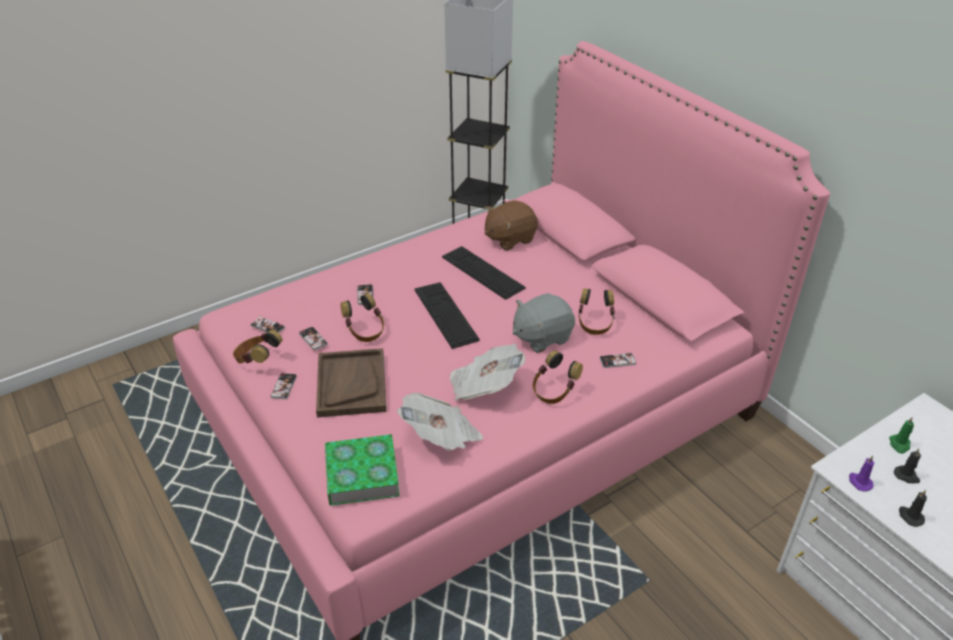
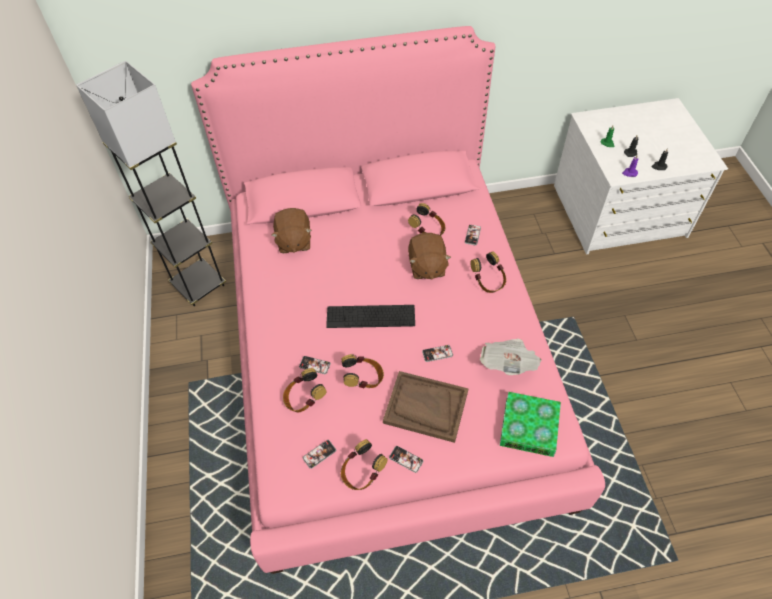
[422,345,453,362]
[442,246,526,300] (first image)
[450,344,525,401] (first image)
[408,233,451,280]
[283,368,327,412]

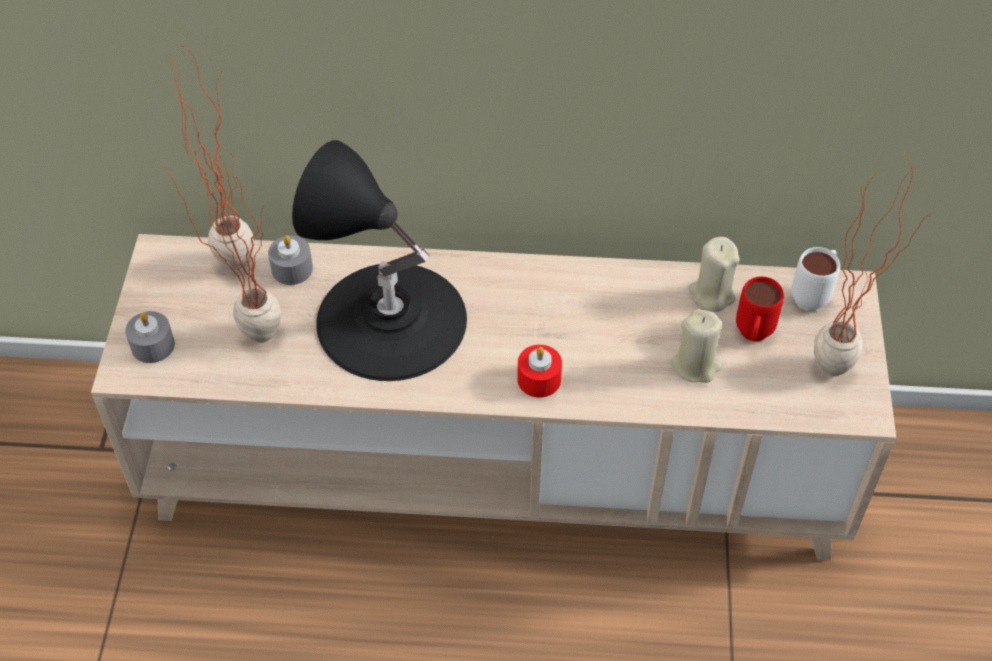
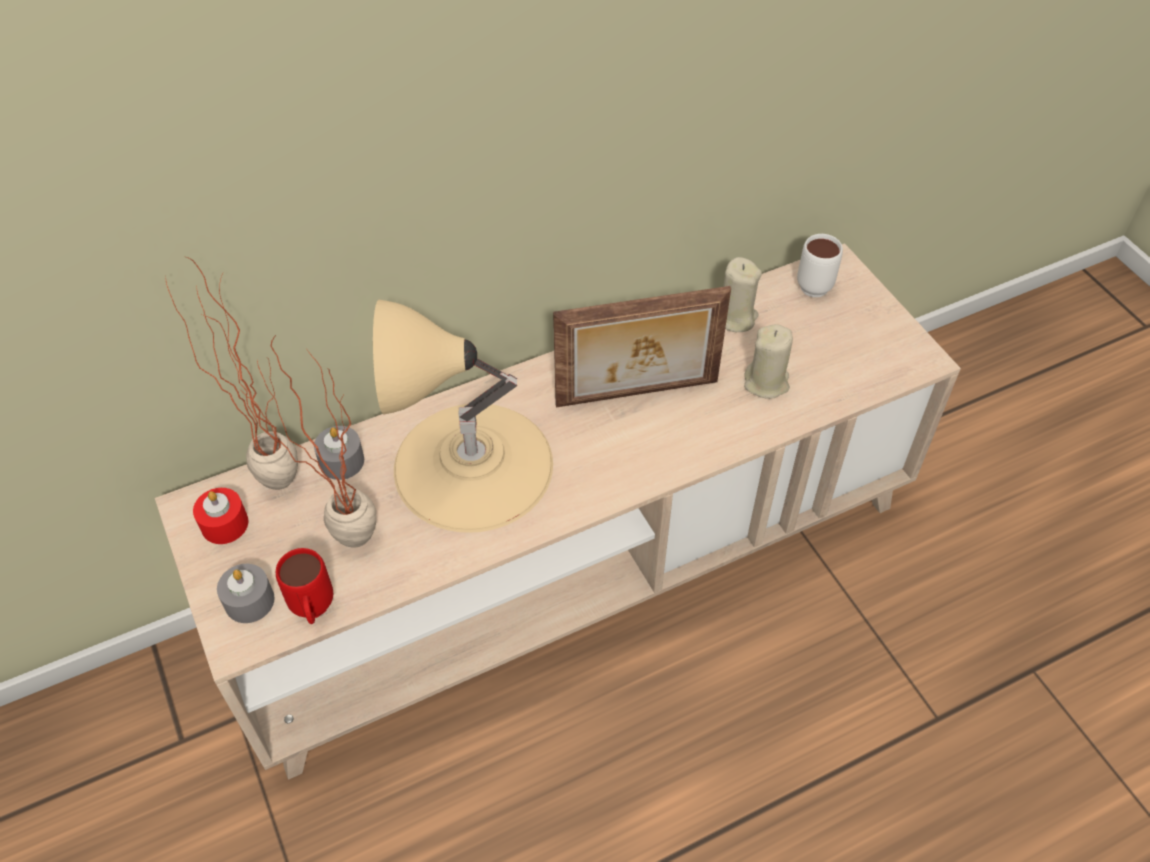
[373,300,553,533]
[193,488,249,544]
[276,548,333,624]
[814,154,936,376] (first image)
[553,286,731,407]

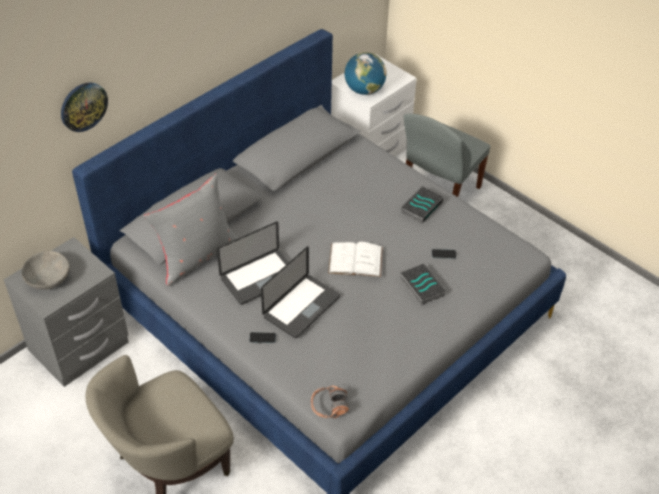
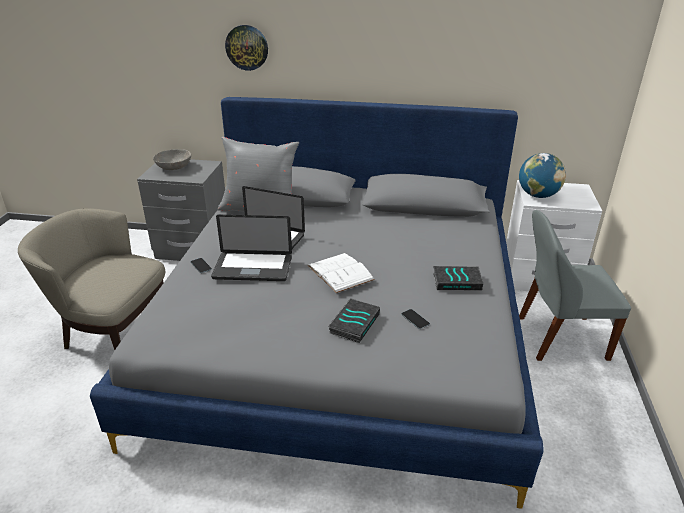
[311,386,349,418] (first image)

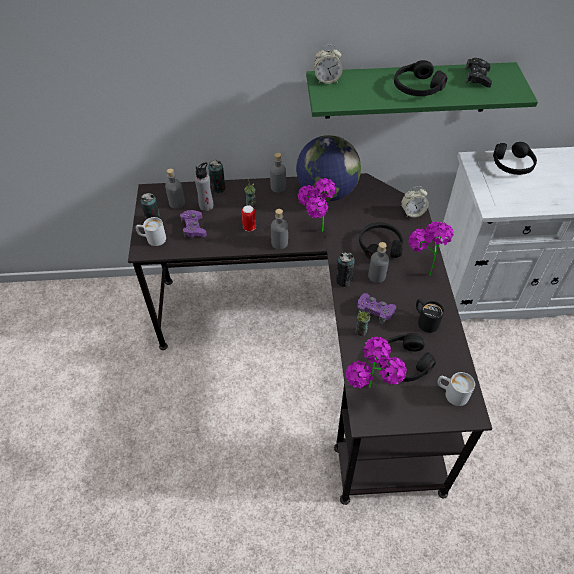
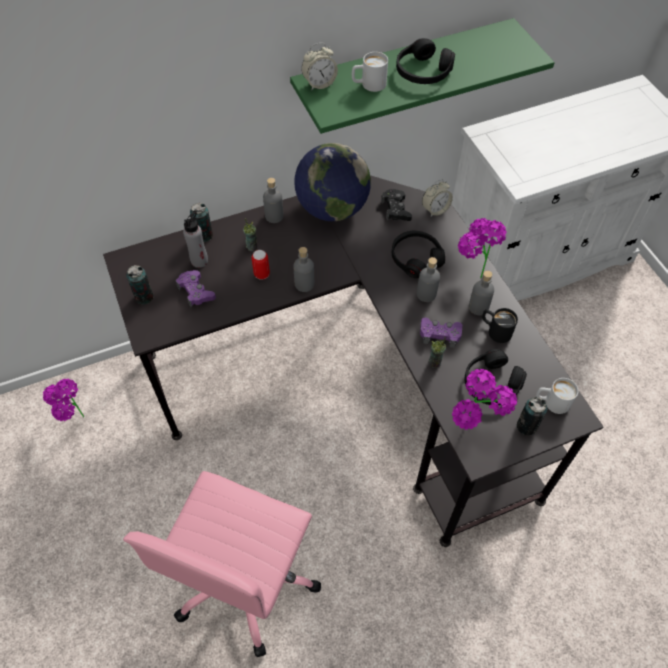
[352,52,388,92]
[469,270,494,316]
[43,379,84,421]
[517,397,548,436]
[381,189,412,221]
[493,142,537,175] (first image)
[123,471,321,657]

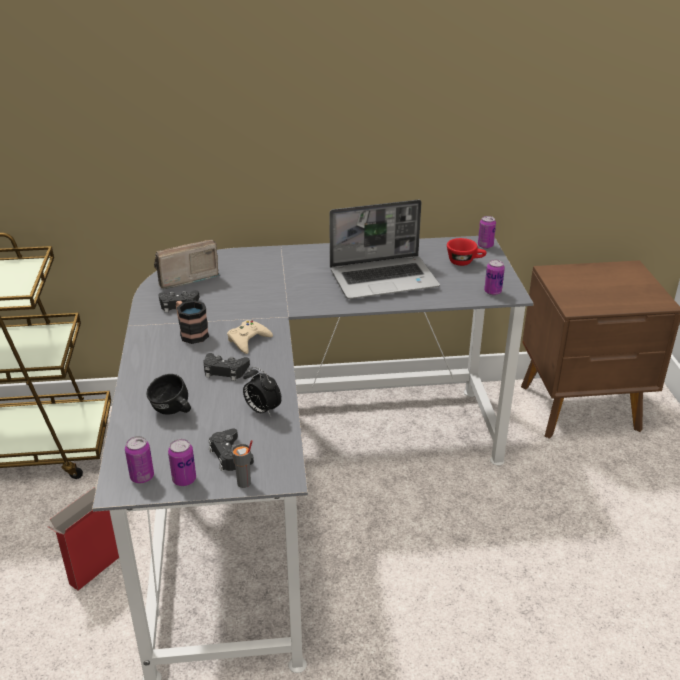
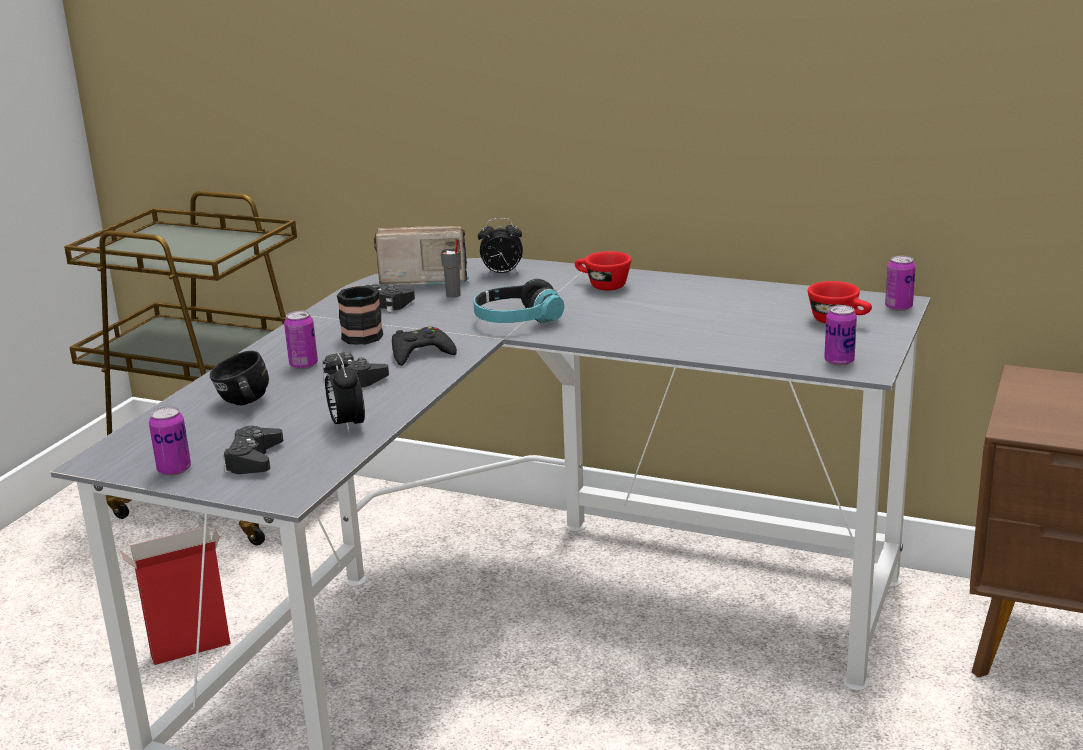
[284,311,318,369]
[392,327,457,366]
[440,239,461,298]
[329,200,440,299] (first image)
[473,279,565,323]
[478,218,523,276]
[575,251,631,290]

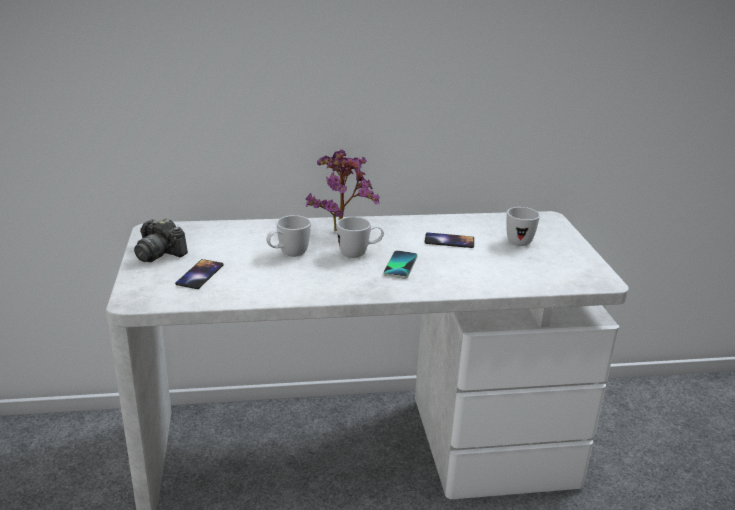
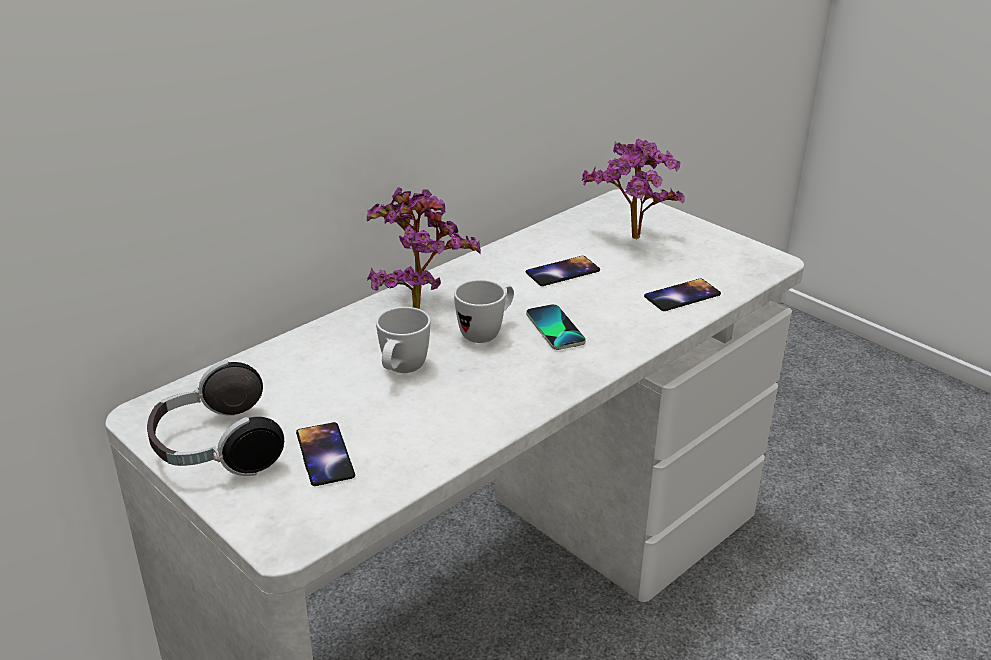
[147,360,284,476]
[582,139,685,239]
[644,278,721,311]

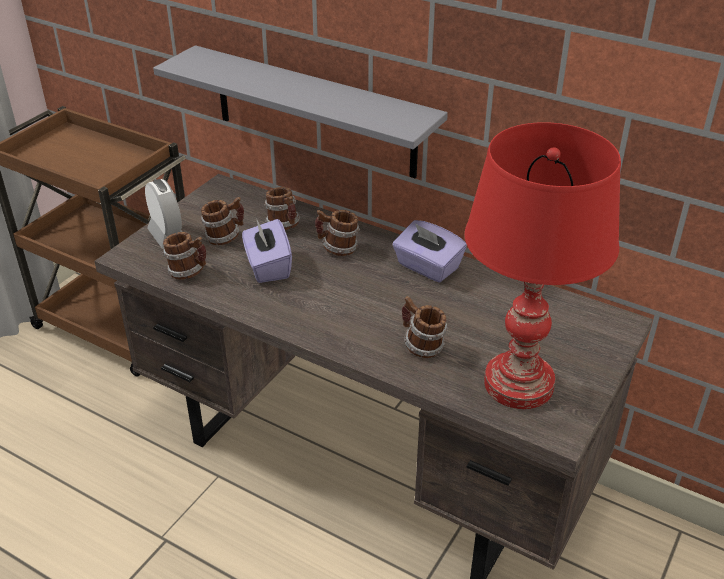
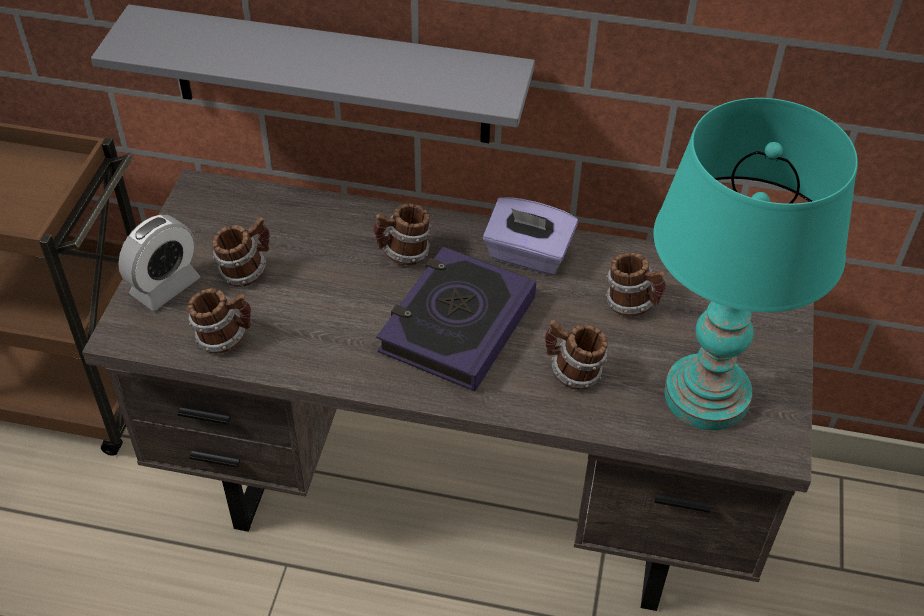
[118,215,200,311]
[242,218,292,283] (first image)
[605,253,666,317]
[654,98,858,430]
[377,247,536,391]

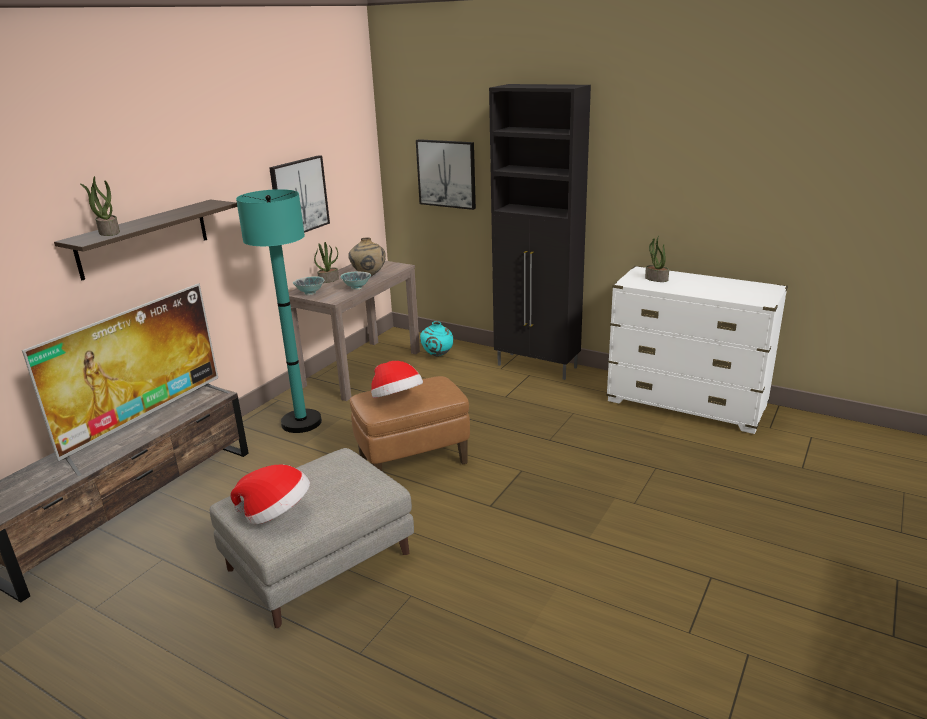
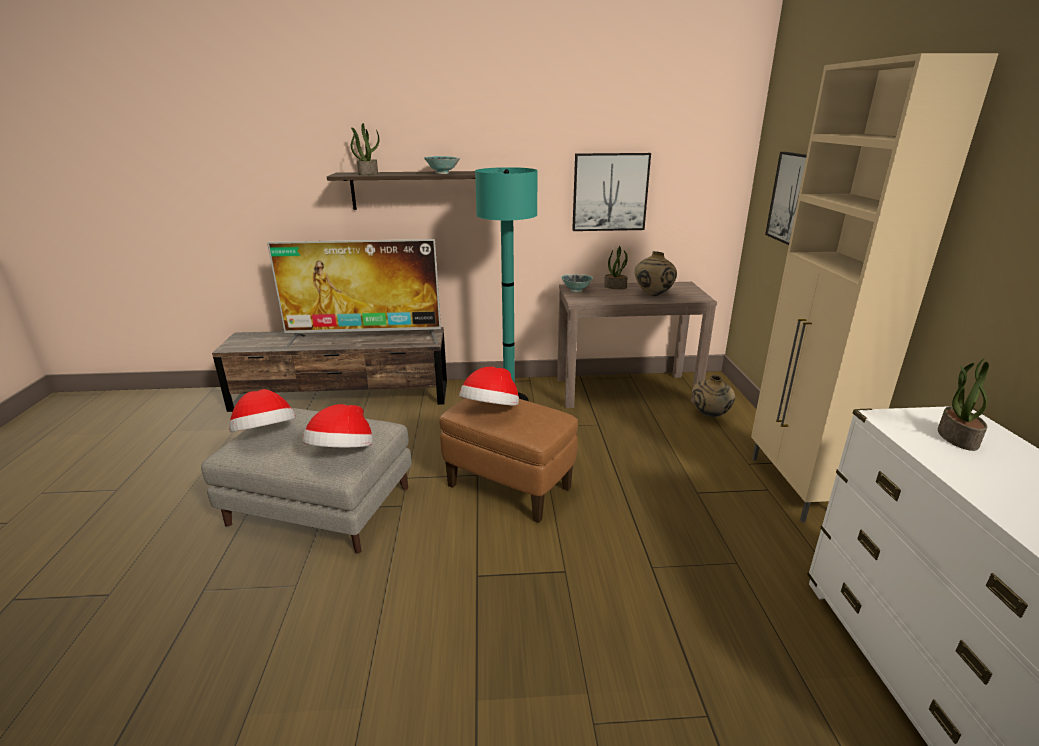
[424,156,460,174]
[692,375,735,417]
[751,53,999,522]
[302,404,373,447]

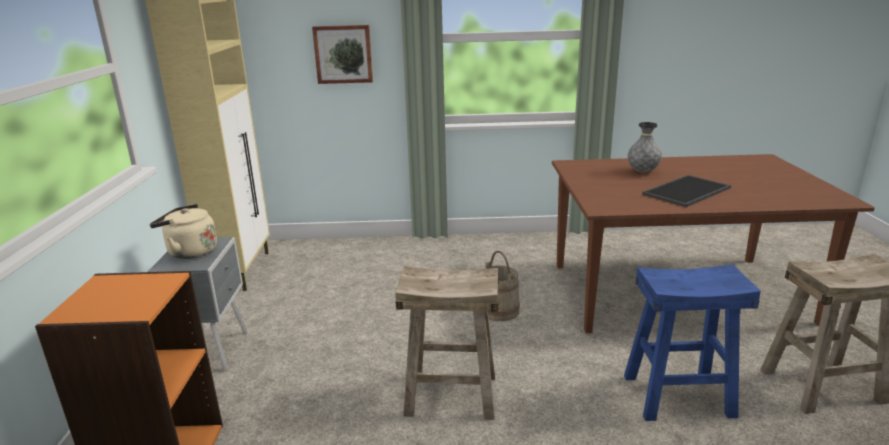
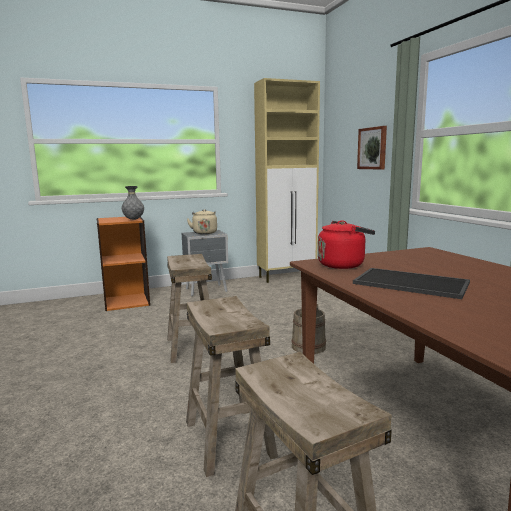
[186,296,278,477]
[122,186,144,220]
[318,220,375,269]

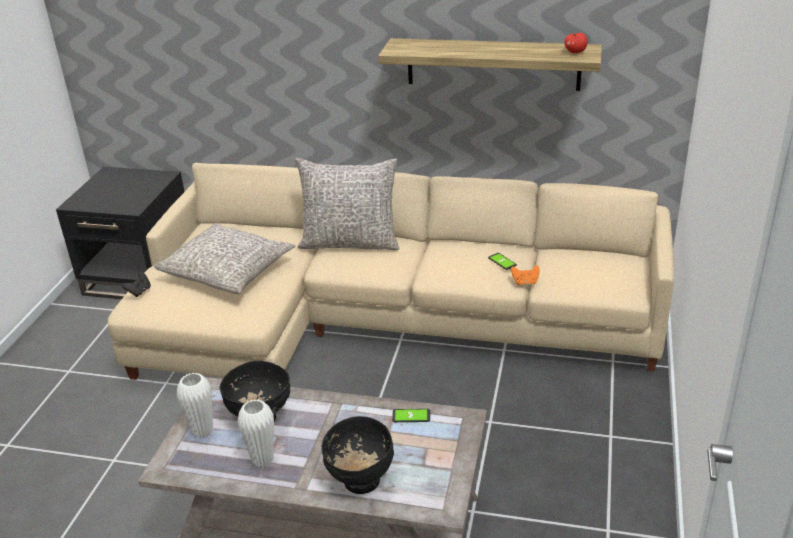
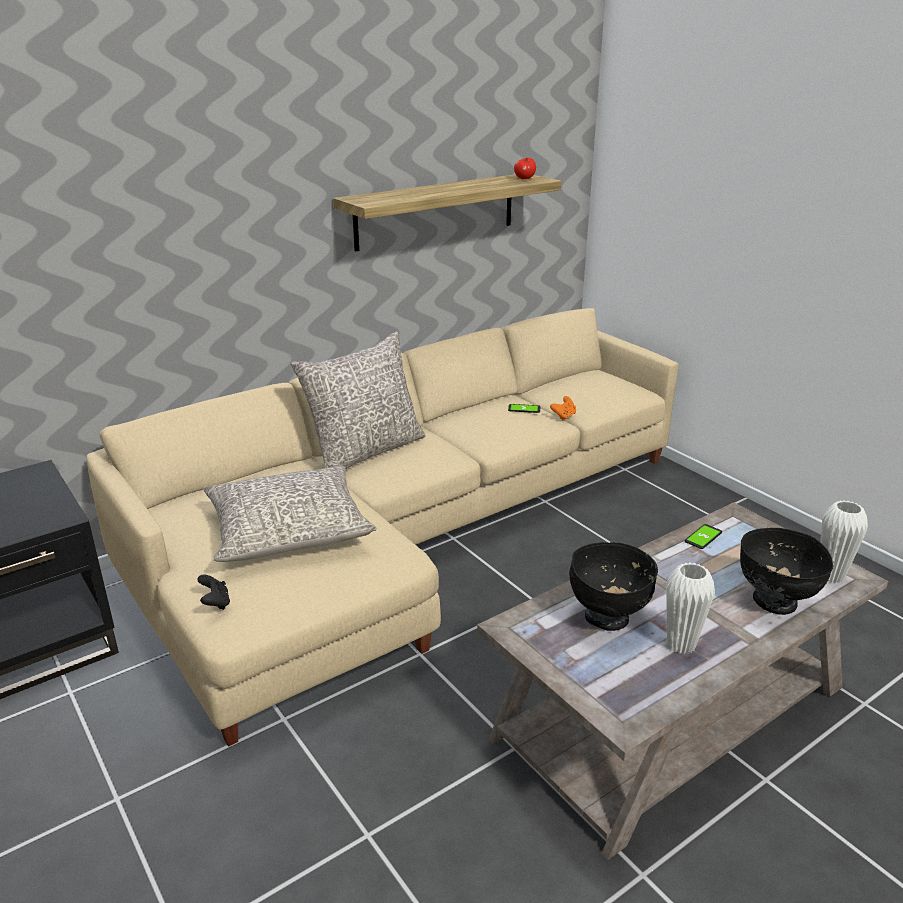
[820,500,868,583]

